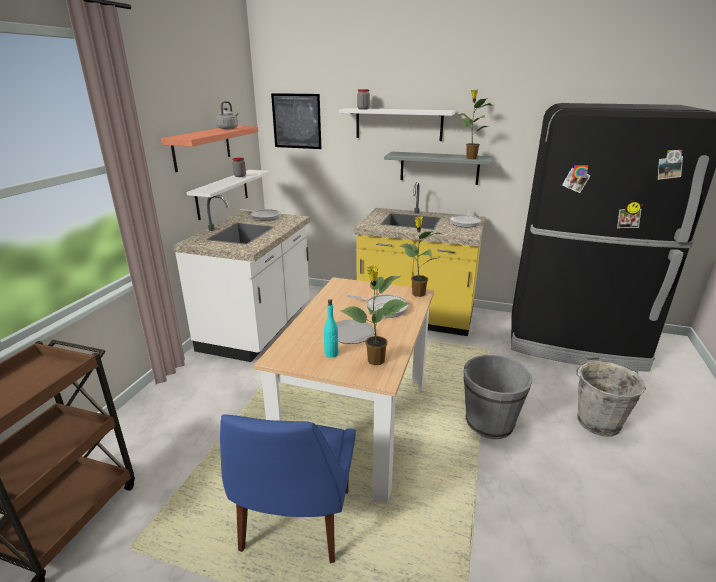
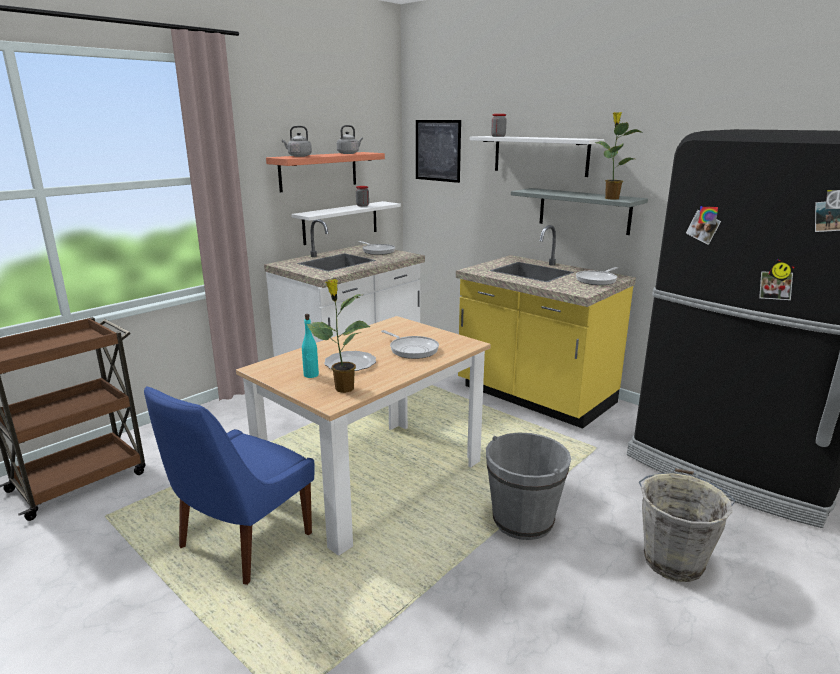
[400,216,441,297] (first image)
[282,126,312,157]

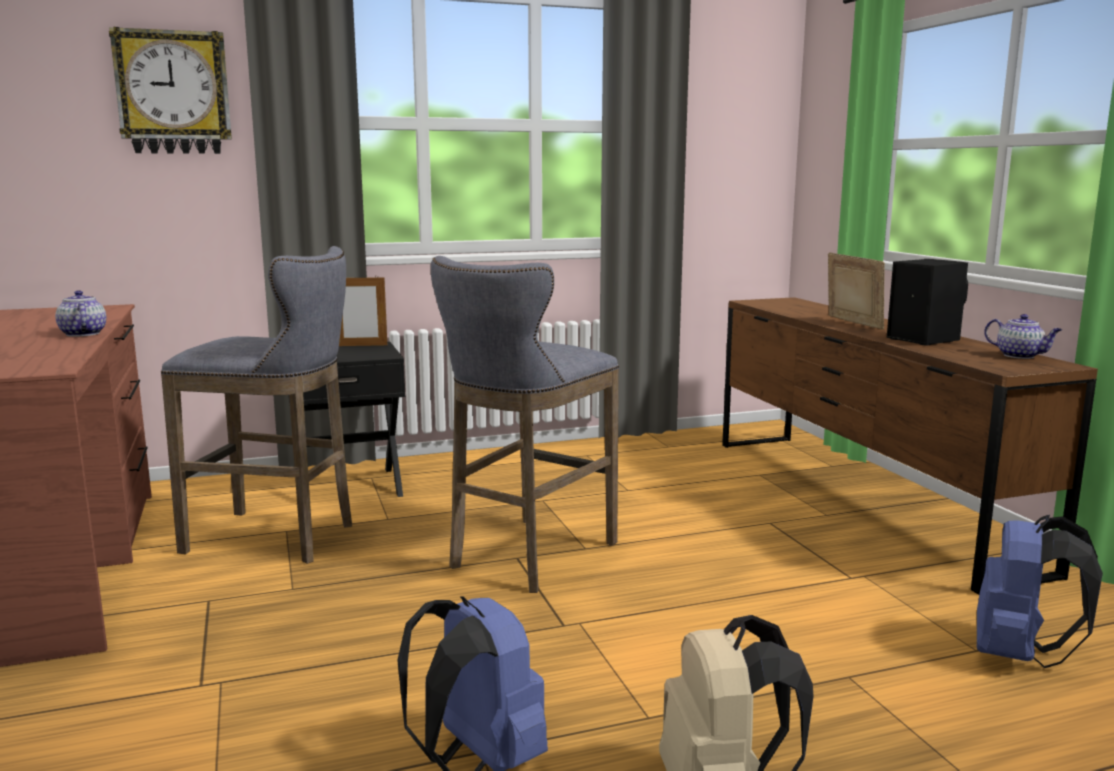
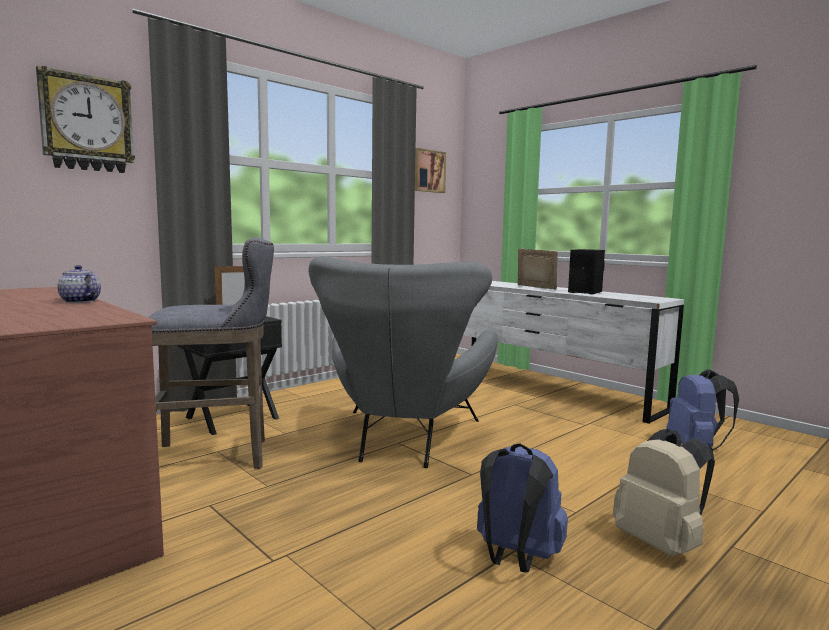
[308,256,498,468]
[463,281,684,424]
[984,314,1062,359] (first image)
[415,148,446,193]

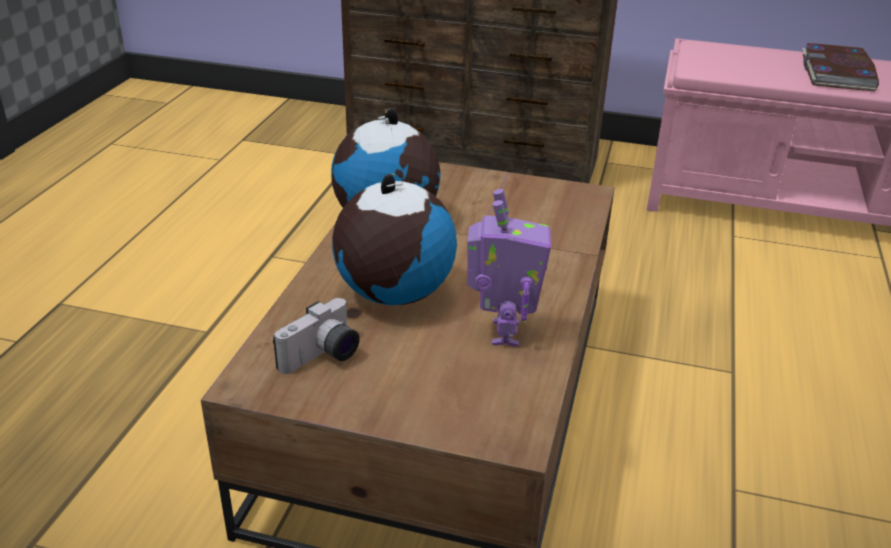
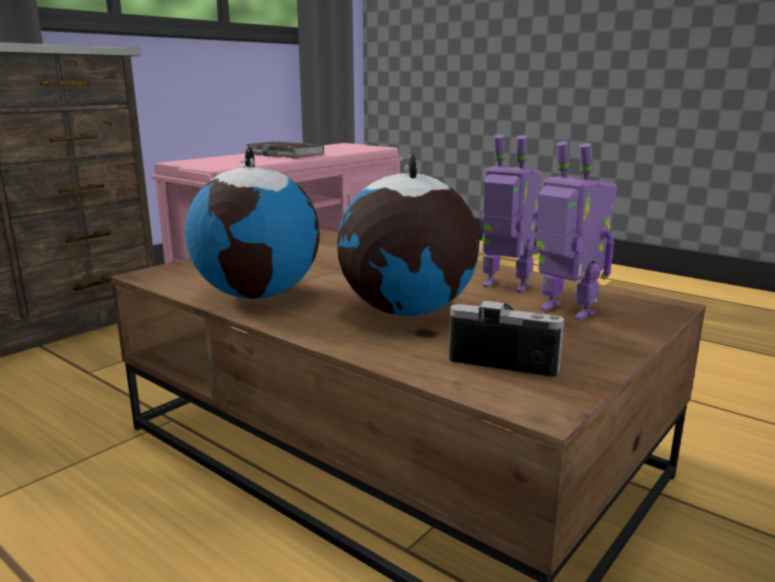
[449,301,566,377]
[535,141,617,321]

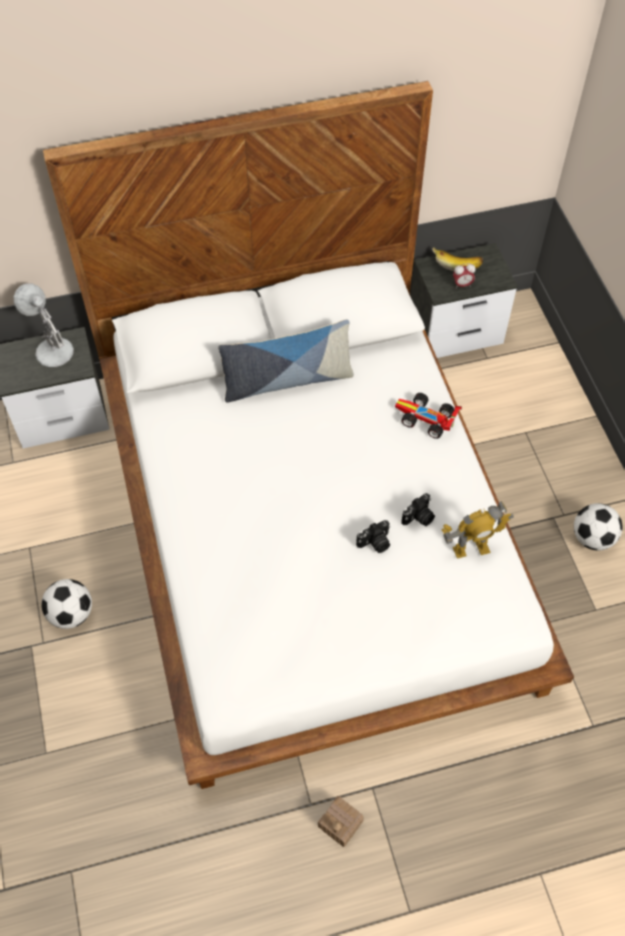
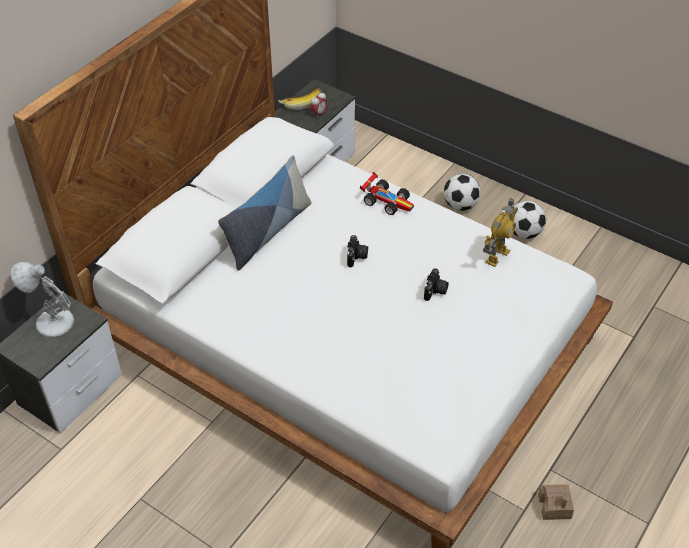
[444,174,481,211]
[360,172,414,215]
[346,235,368,267]

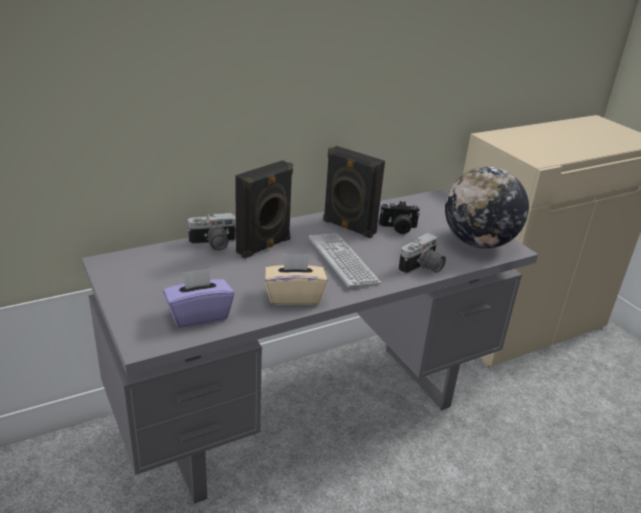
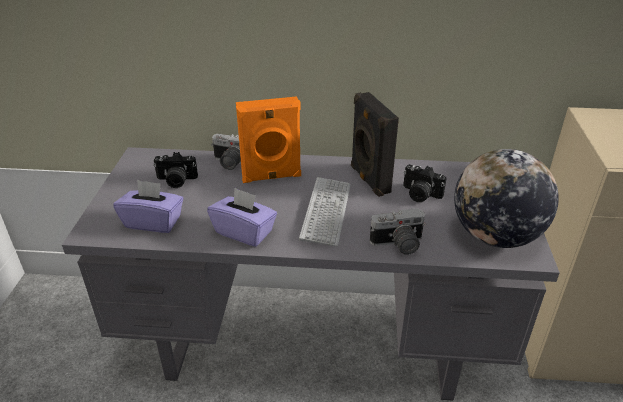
[236,96,301,183]
[207,188,277,247]
[153,152,198,188]

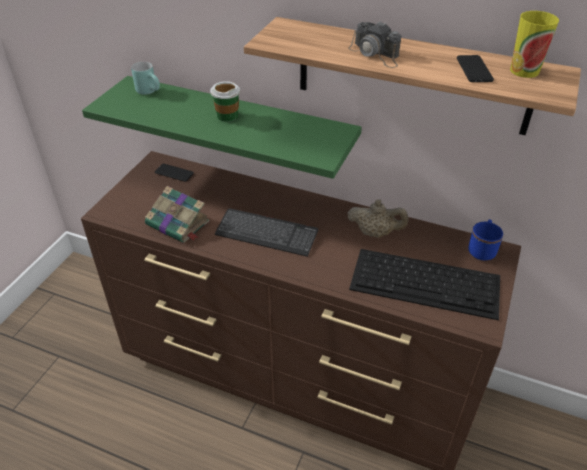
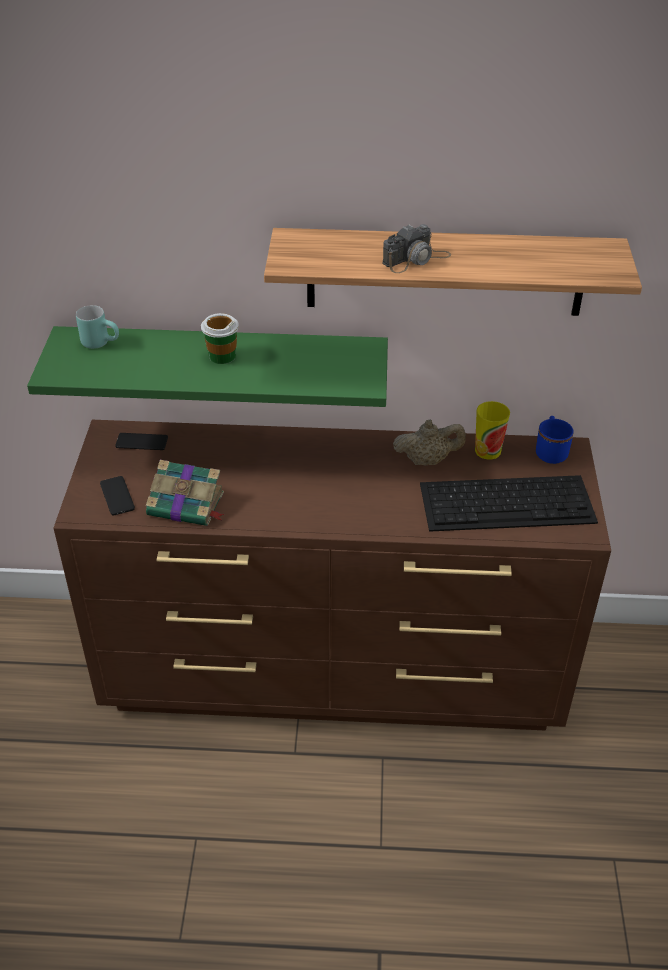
[215,208,318,257] (first image)
[382,224,451,273]
[100,476,135,515]
[475,401,510,460]

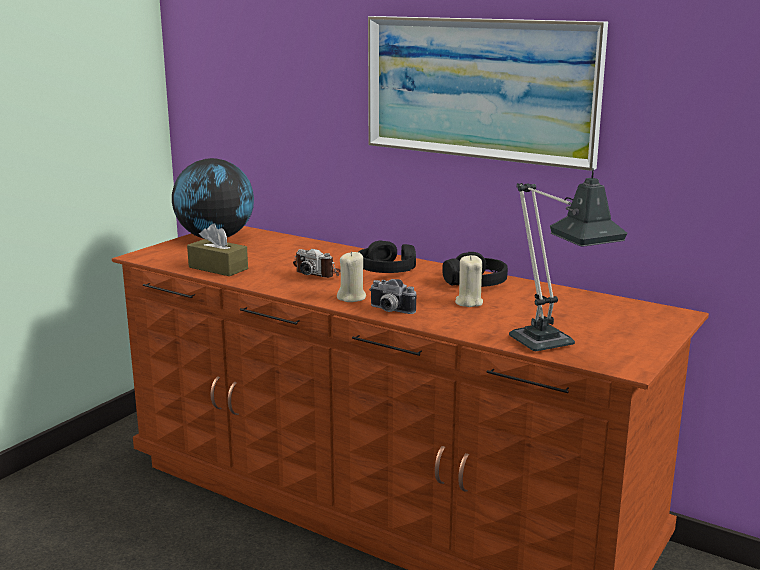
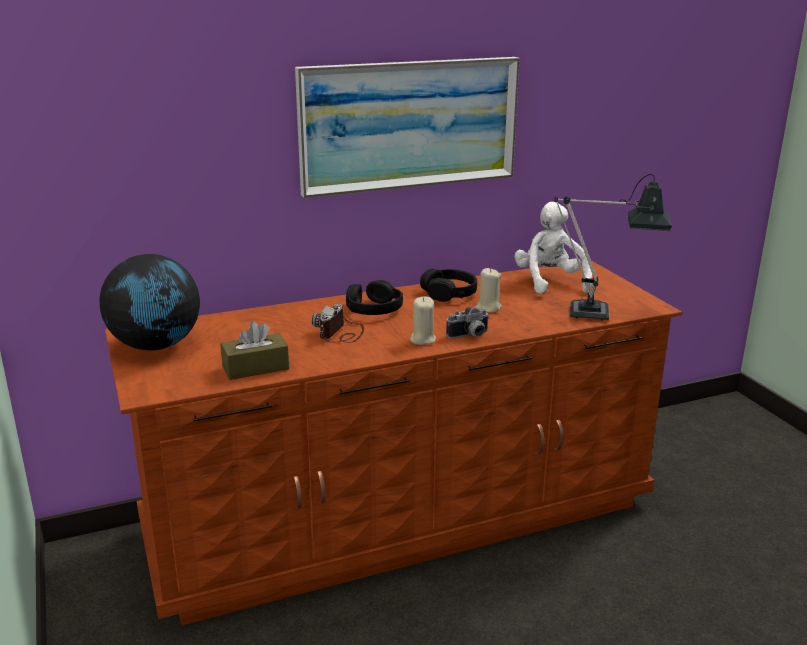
[312,304,364,343]
[514,202,592,294]

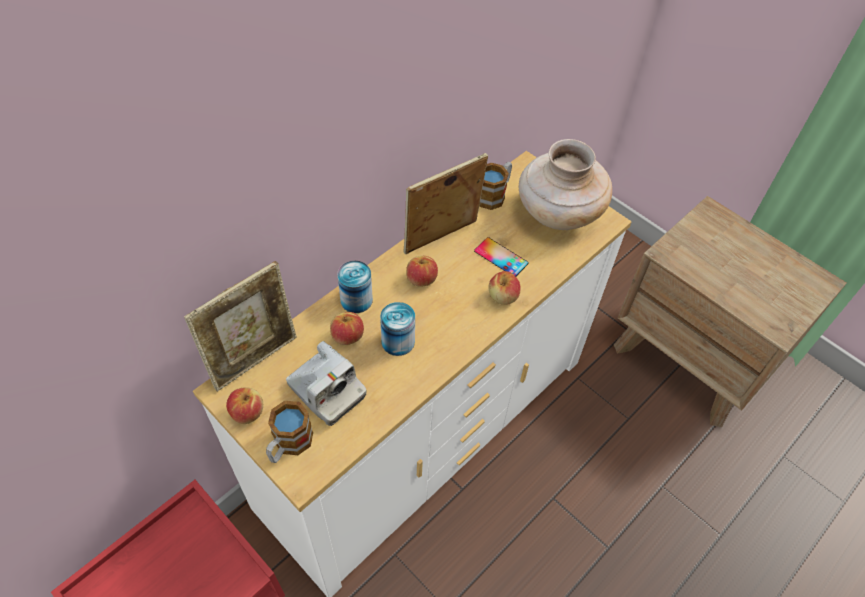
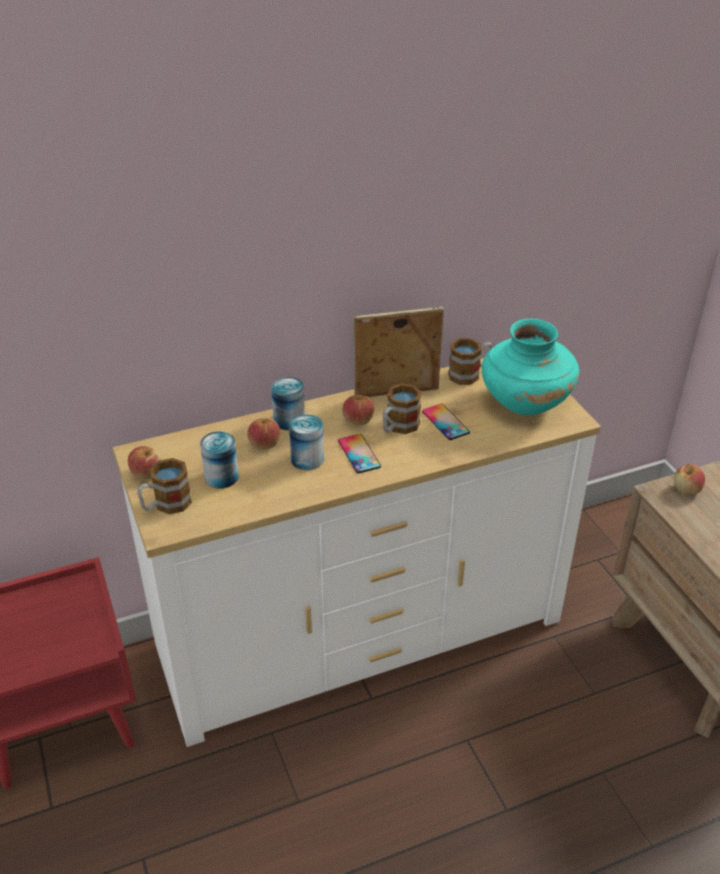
[184,261,297,391] (first image)
[200,432,239,489]
[674,464,705,495]
[482,319,579,415]
[338,434,381,473]
[383,383,422,434]

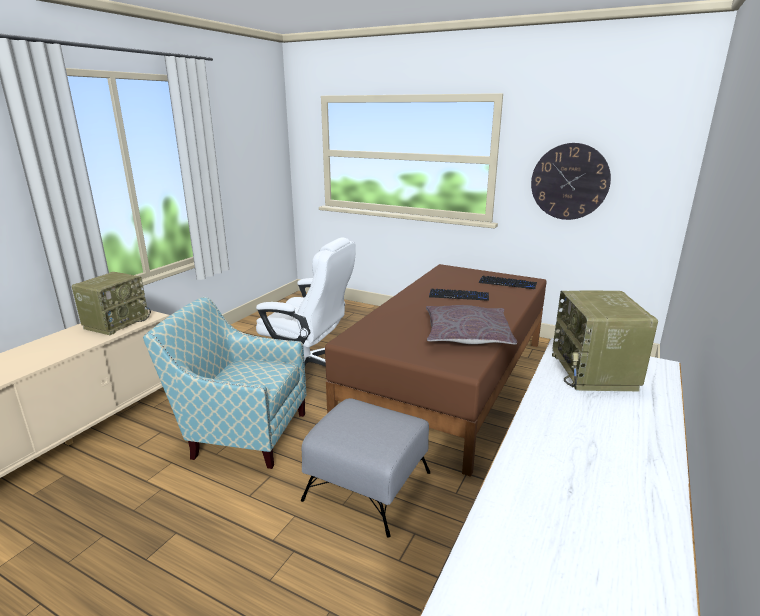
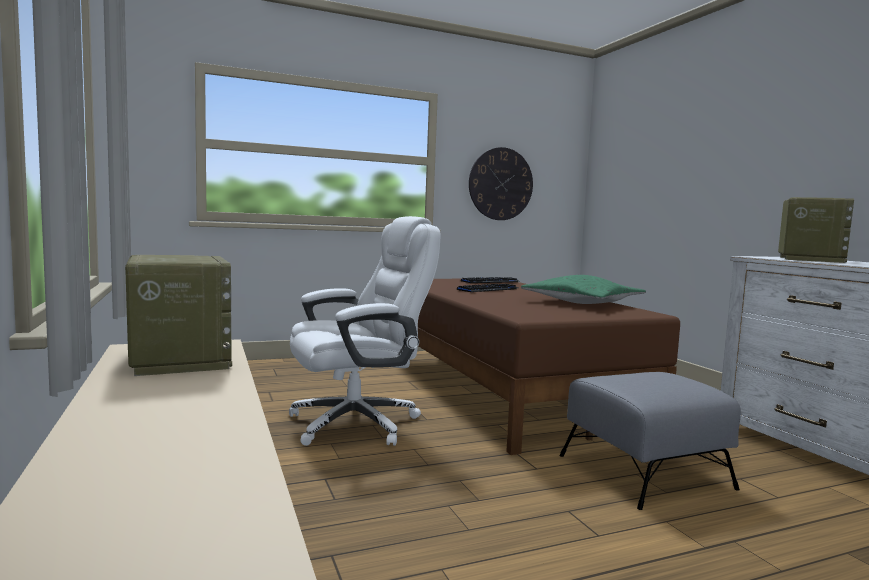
[143,297,307,469] (first image)
[521,275,646,304]
[778,197,854,263]

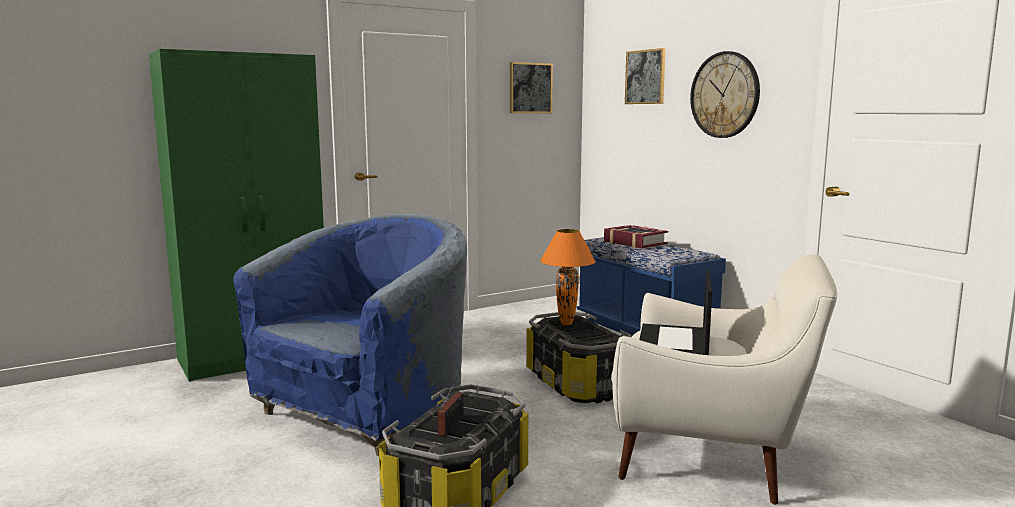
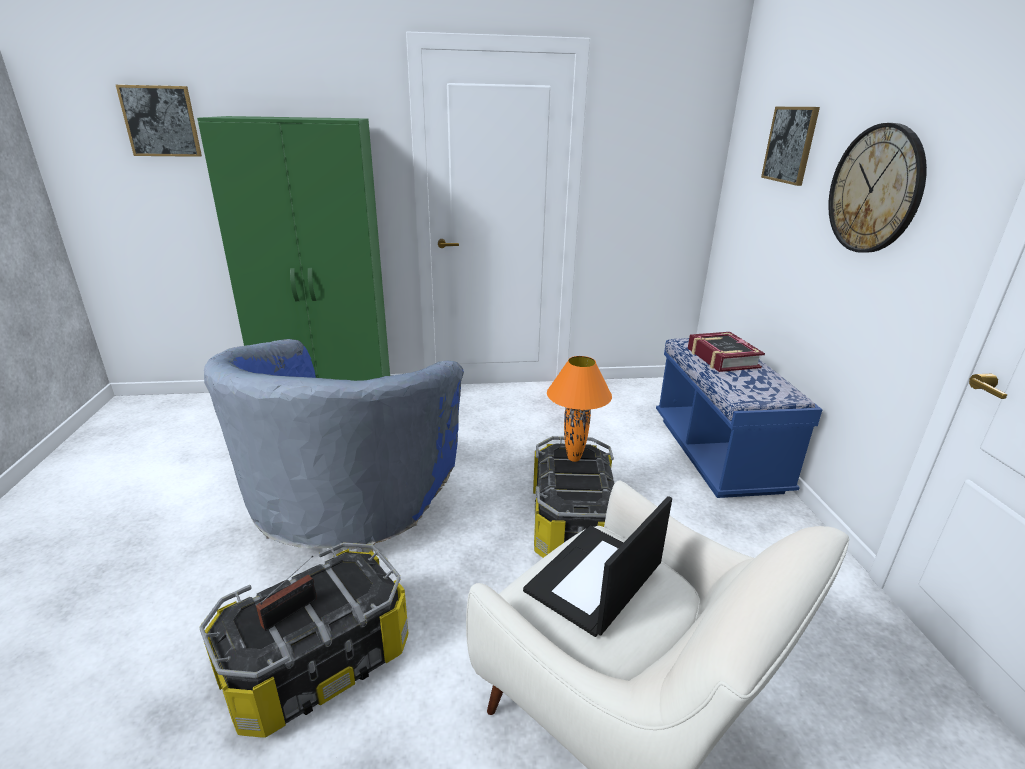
[204,339,464,553]
[116,85,202,157]

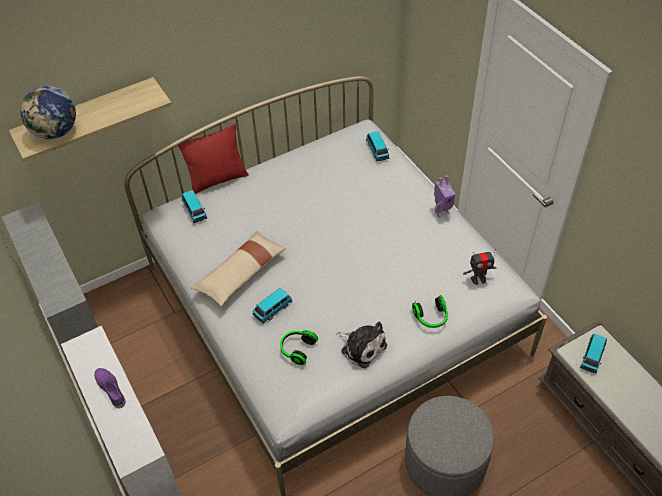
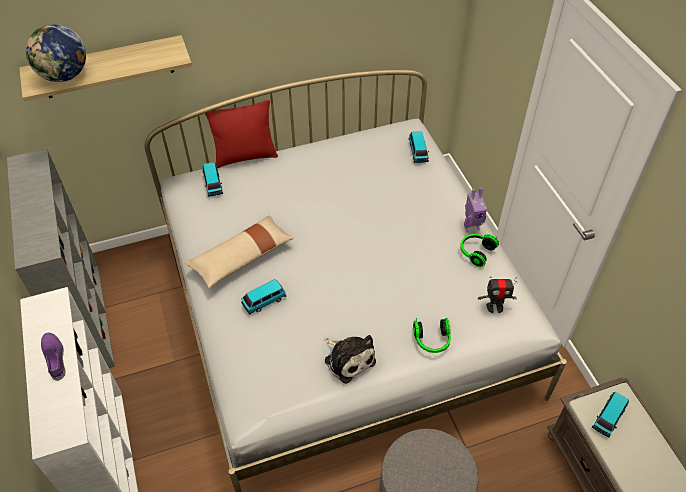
[460,234,499,267]

